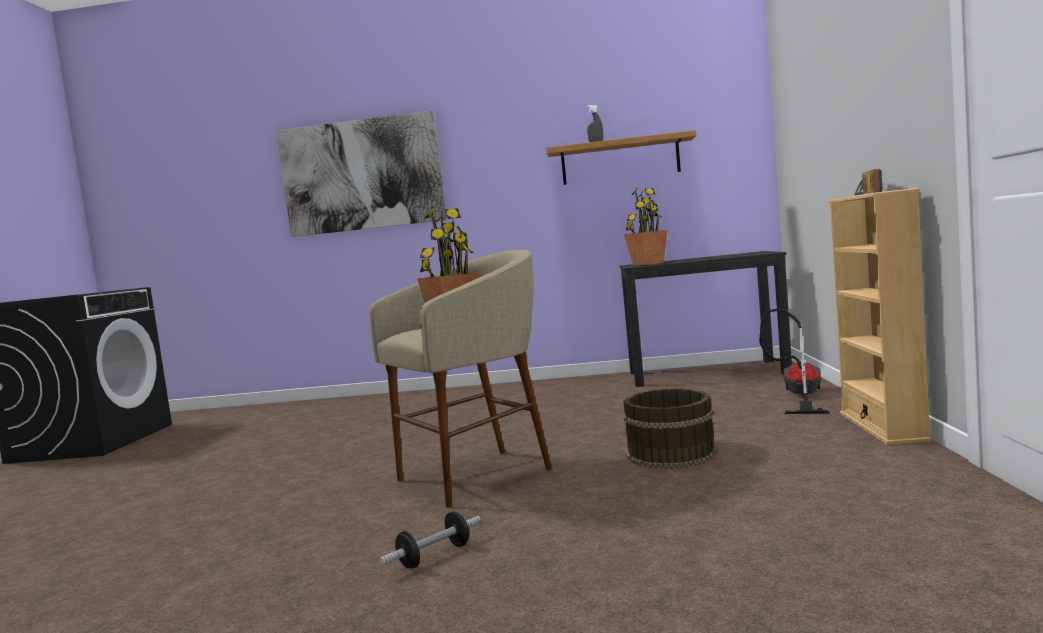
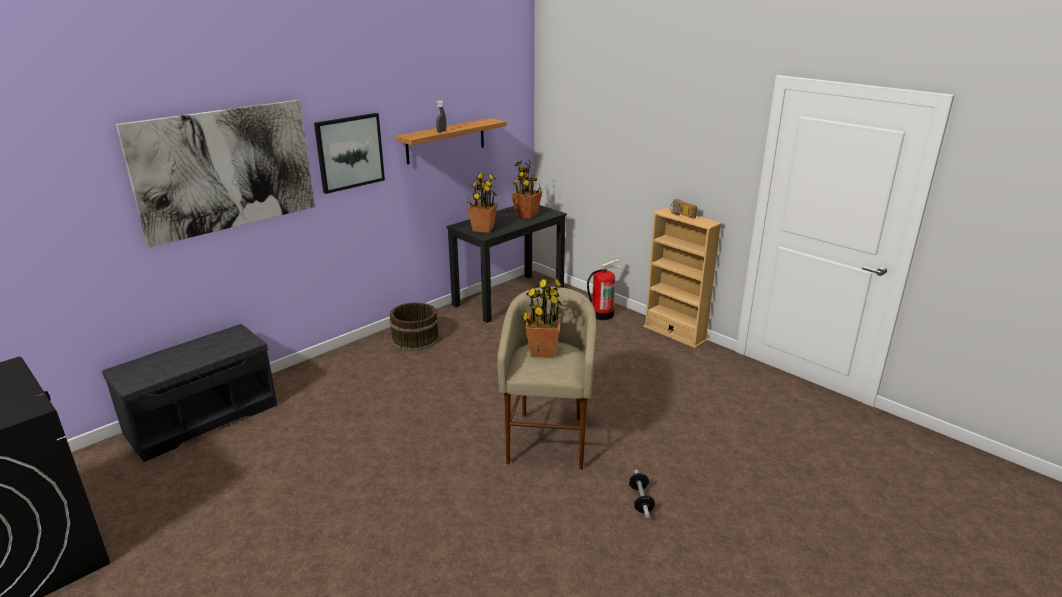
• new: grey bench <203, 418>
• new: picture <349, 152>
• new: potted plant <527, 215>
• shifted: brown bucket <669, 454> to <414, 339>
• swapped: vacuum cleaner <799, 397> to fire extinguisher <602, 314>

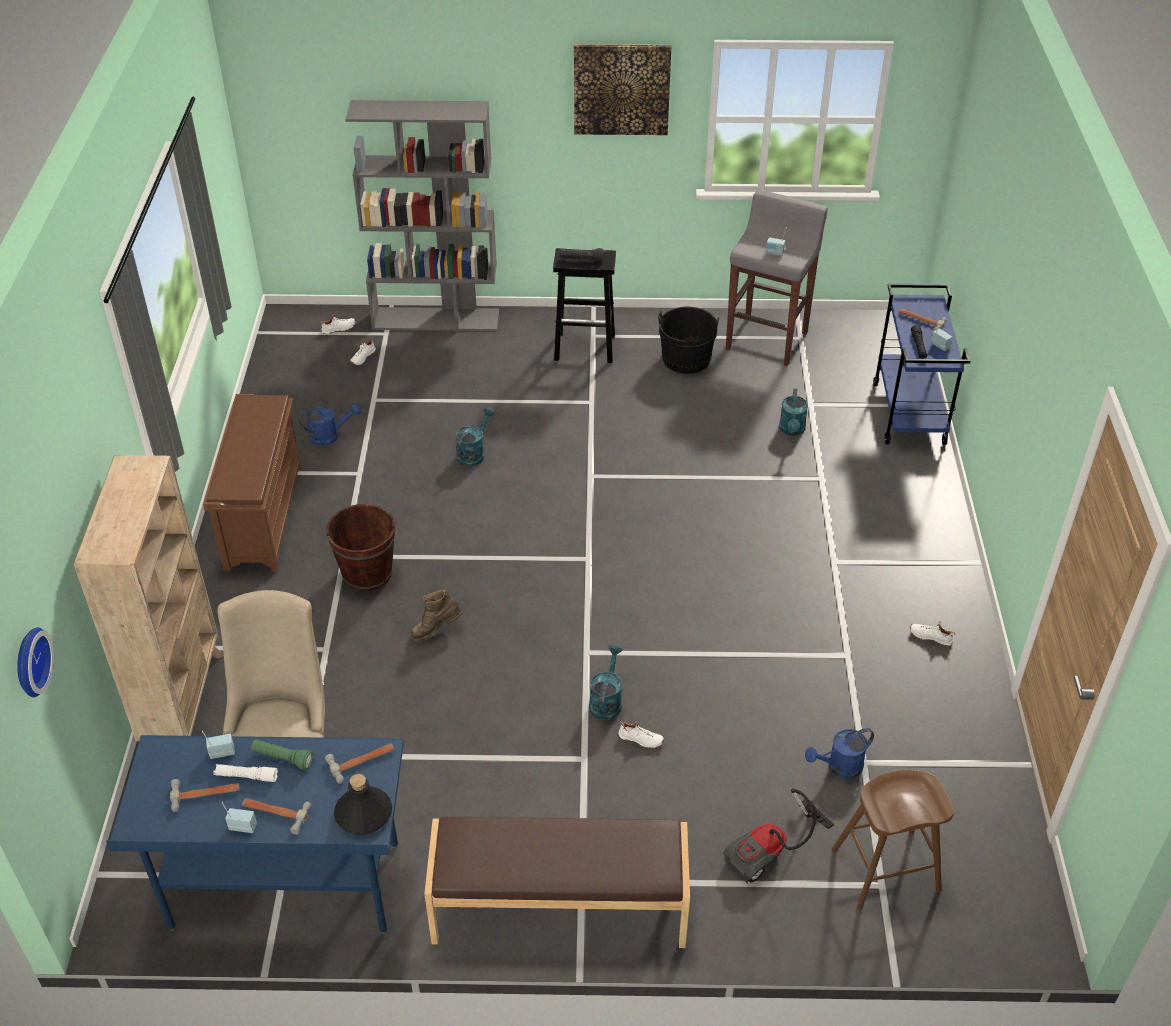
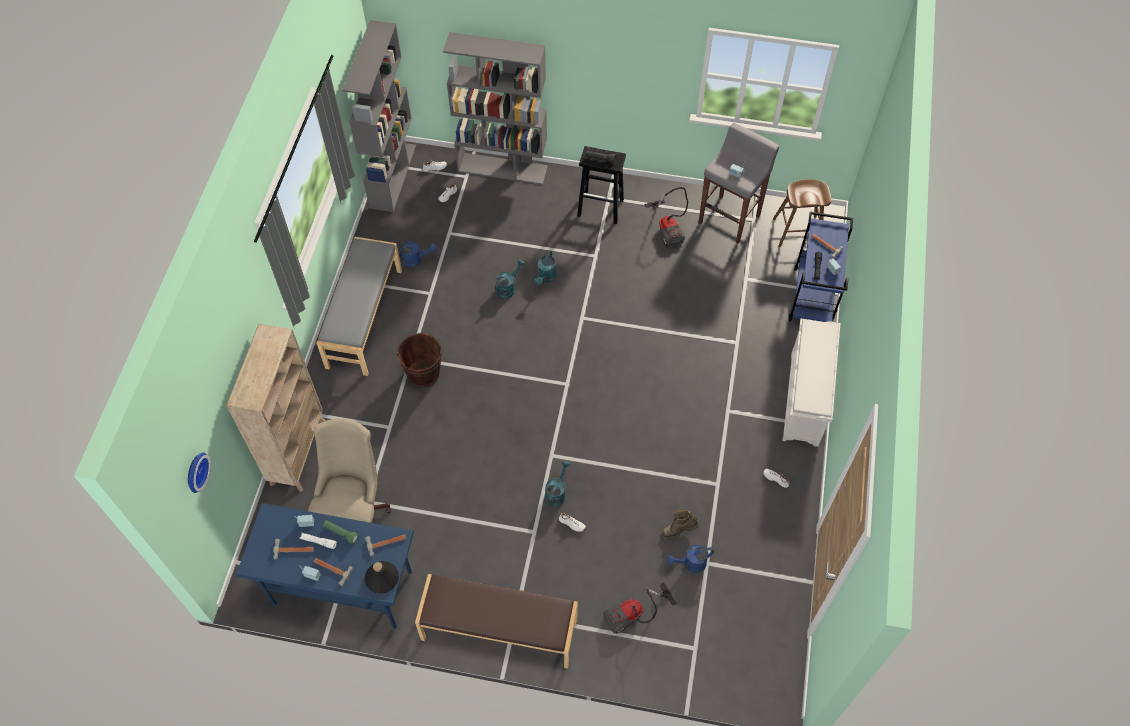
• gone: picture <621, 89>
• new: grey bookcase <392, 176>
• new: white shoe rack <805, 399>
• shifted: brown boot <436, 630> to <678, 530>
• shifted: turquoise watering can <792, 430> to <545, 277>
• shifted: brown stool <885, 870> to <797, 231>
• swapped: brown shoe rack <263, 515> to grey bench <364, 318>
• swapped: black bucket <686, 359> to vacuum cleaner <668, 228>

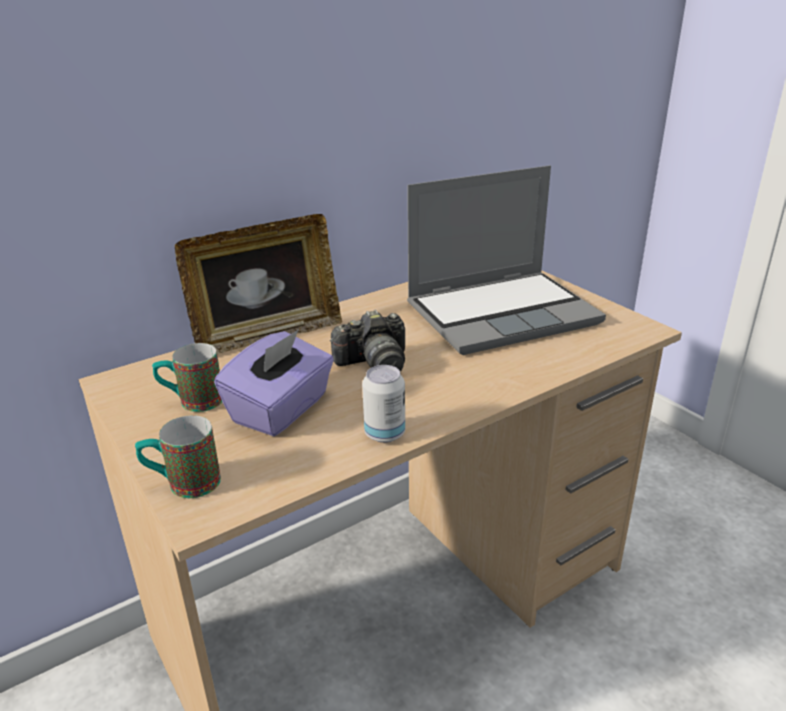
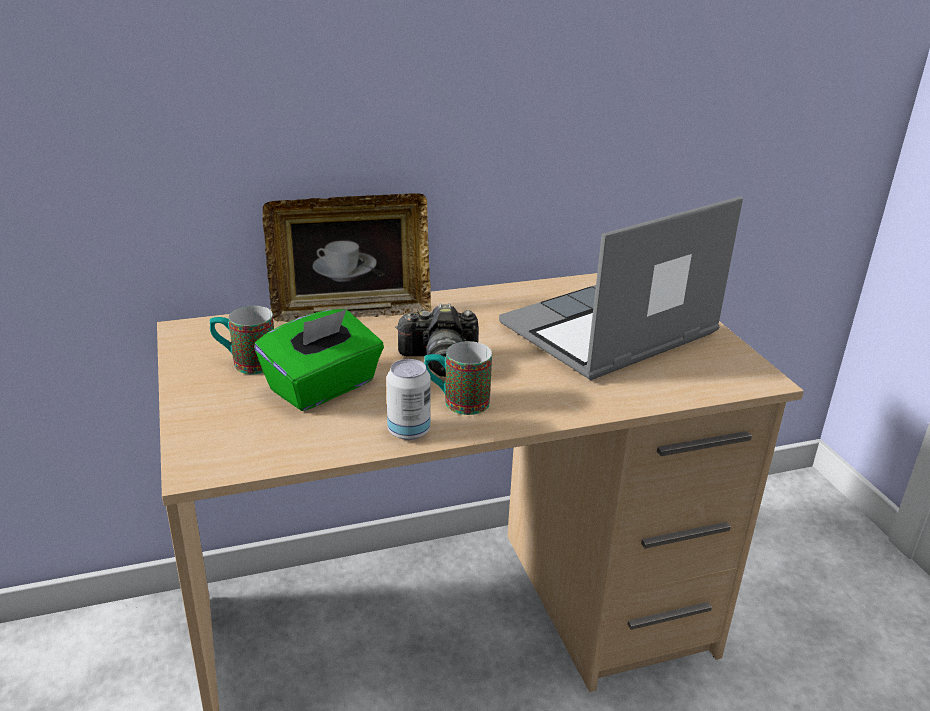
• shifted: mug <183, 484> to <456, 402>
• repainted: purple tissue box <281, 409> to green tissue box <323, 387>
• rotated: laptop <503, 313> = <609, 332> 150 degrees clockwise

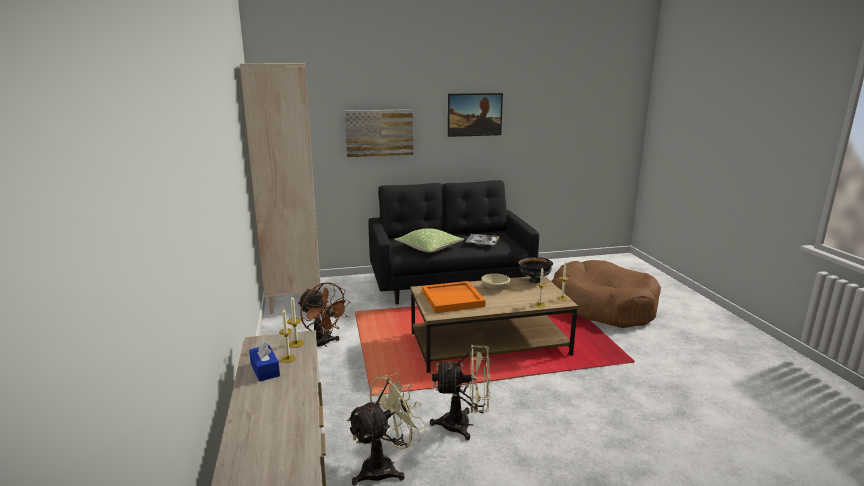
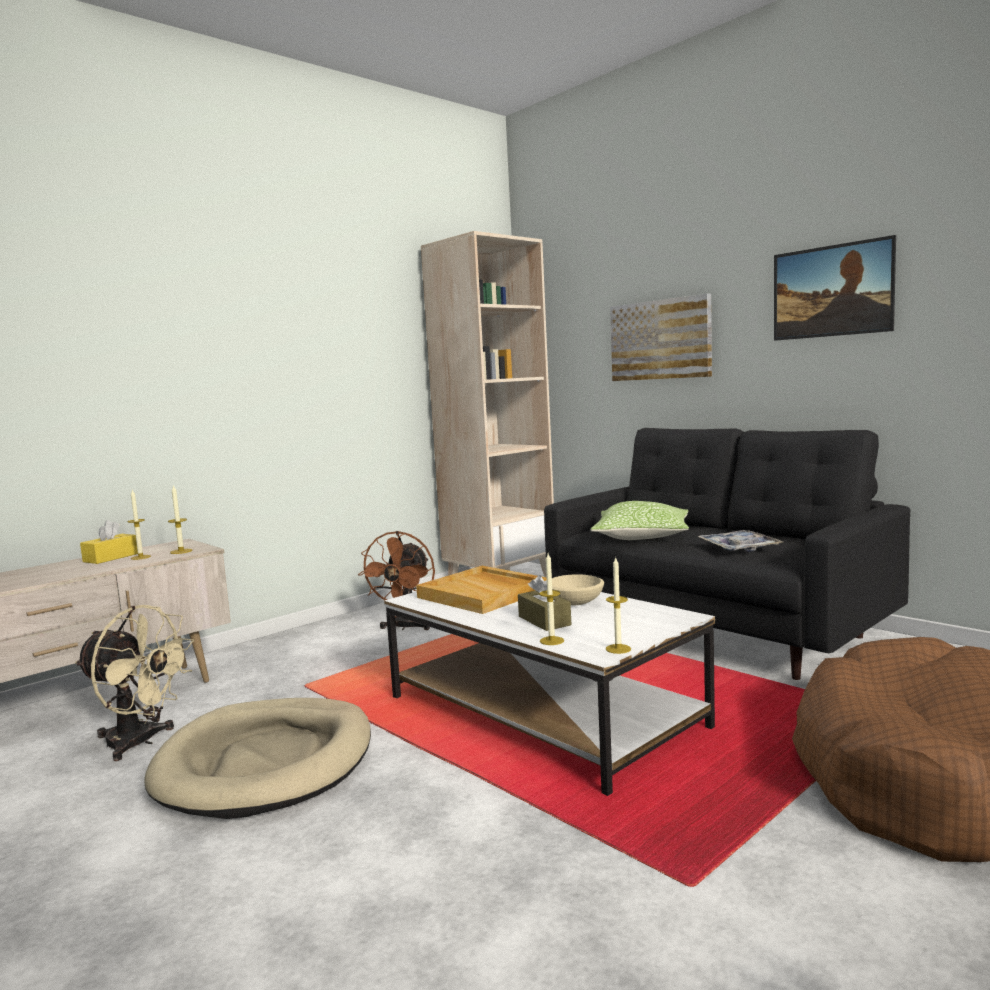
• gone: black bowl <534, 280>
• new: brown tissue box <544, 621>
• swapped: beige fan <464, 425> to beige dog bed <267, 762>
• repainted: blue tissue box <265, 369> to yellow tissue box <111, 558>
• repainted: brown coffee table <490, 344> to white coffee table <544, 713>
• repainted: orange tray <453, 299> to beige tray <484, 594>

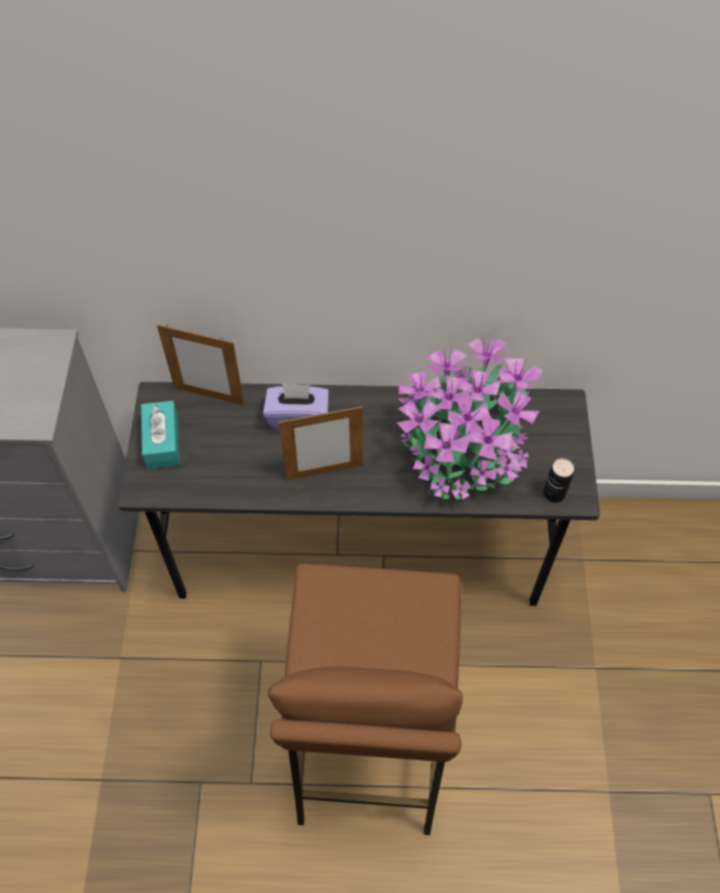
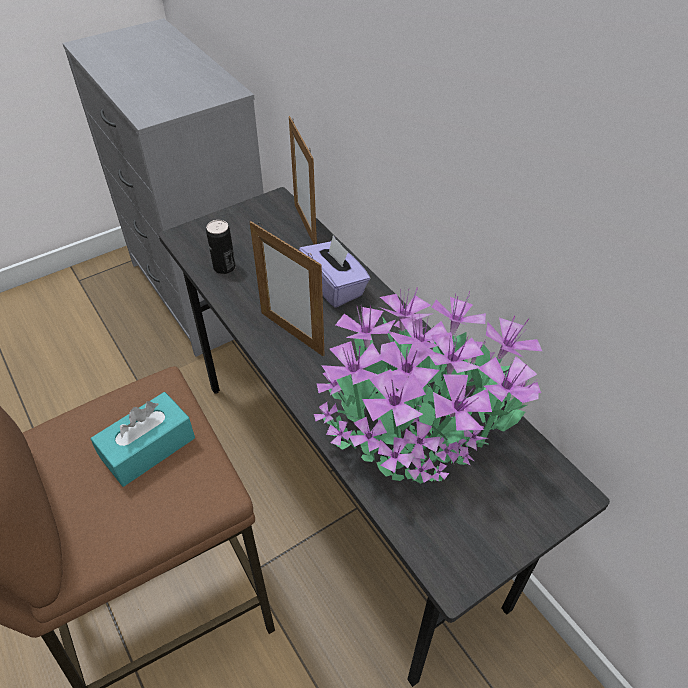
• shifted: turquoise tissue box <162, 441> to <148, 448>
• shifted: can <554, 493> to <224, 267>

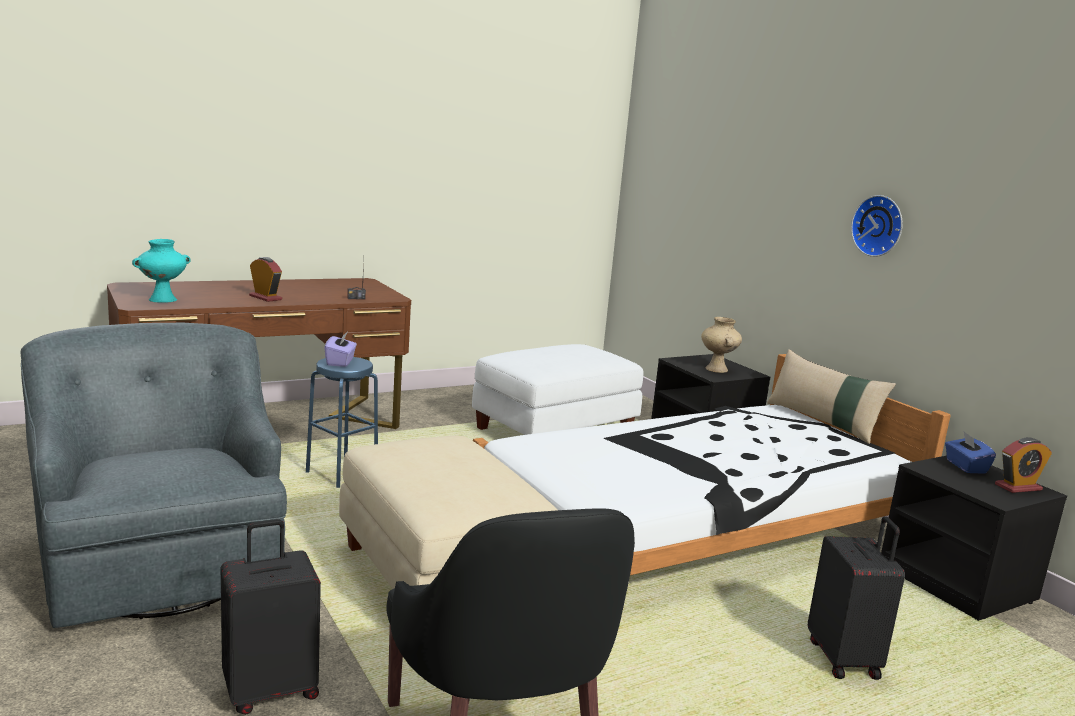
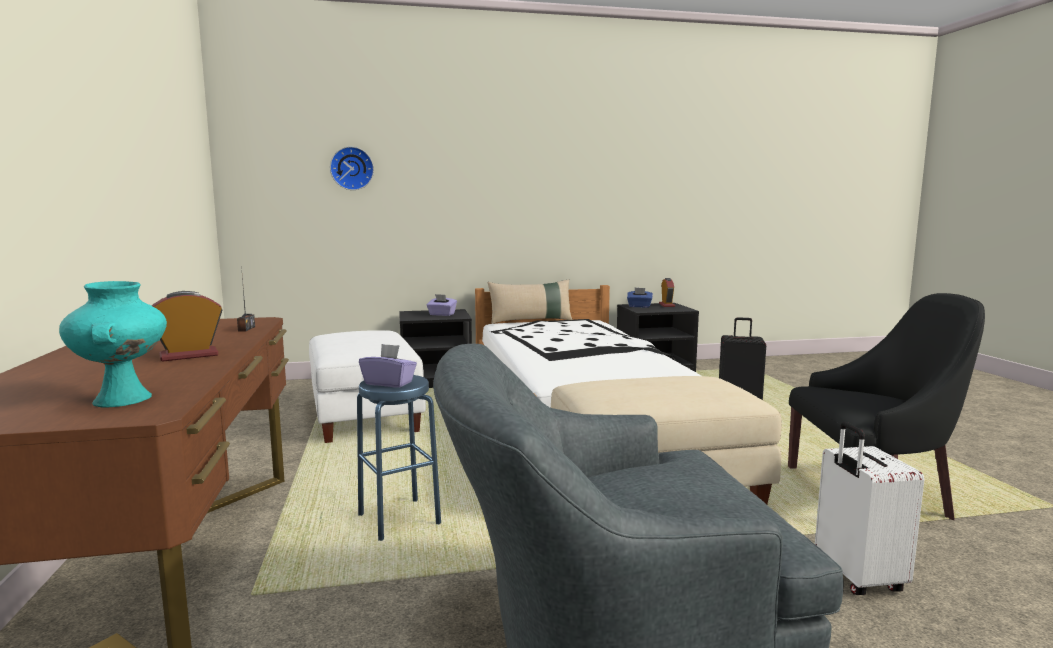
• shifted: wall clock <879, 226> to <352, 168>
• swapped: beige vase <717, 369> to purple tissue box <441, 314>
• repainted: black suitcase <271, 690> to white suitcase <856, 577>

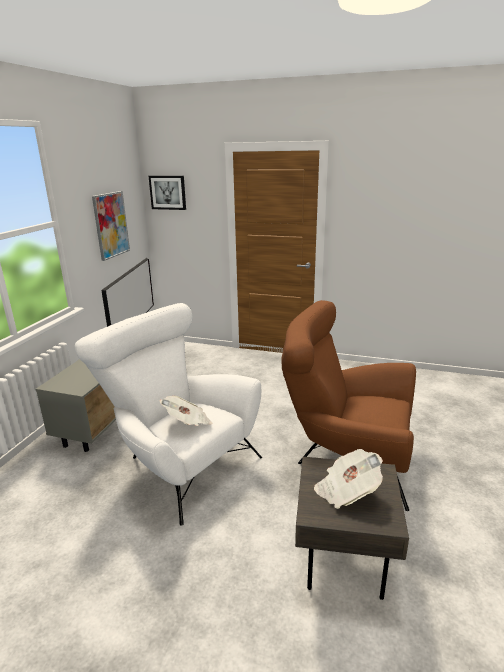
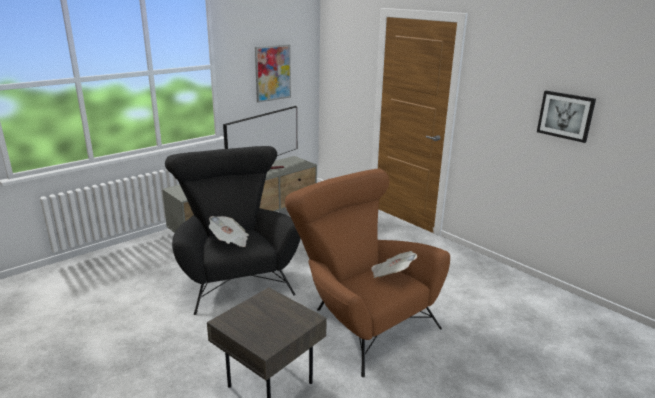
• shifted: picture <168, 192> to <565, 115>
• shifted: newspaper <346, 491> to <391, 274>
• repainted: white armchair <179, 462> to black armchair <234, 276>

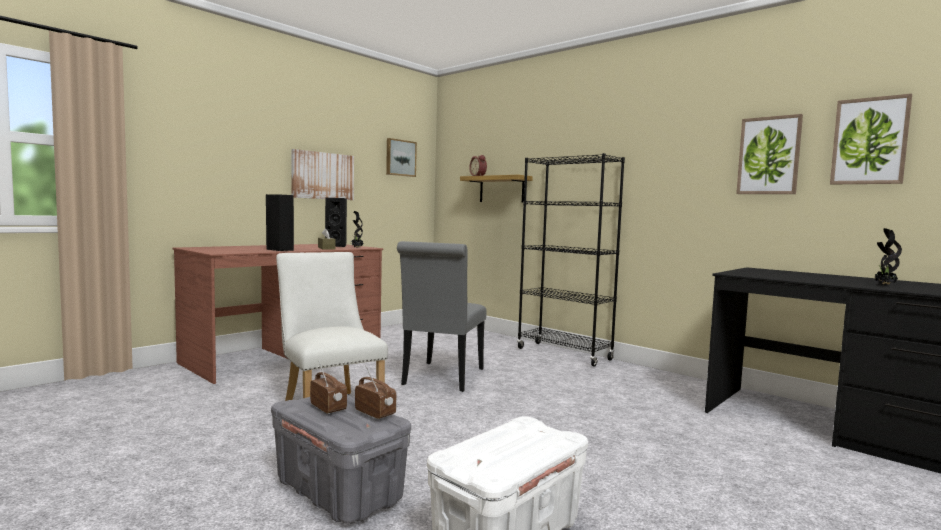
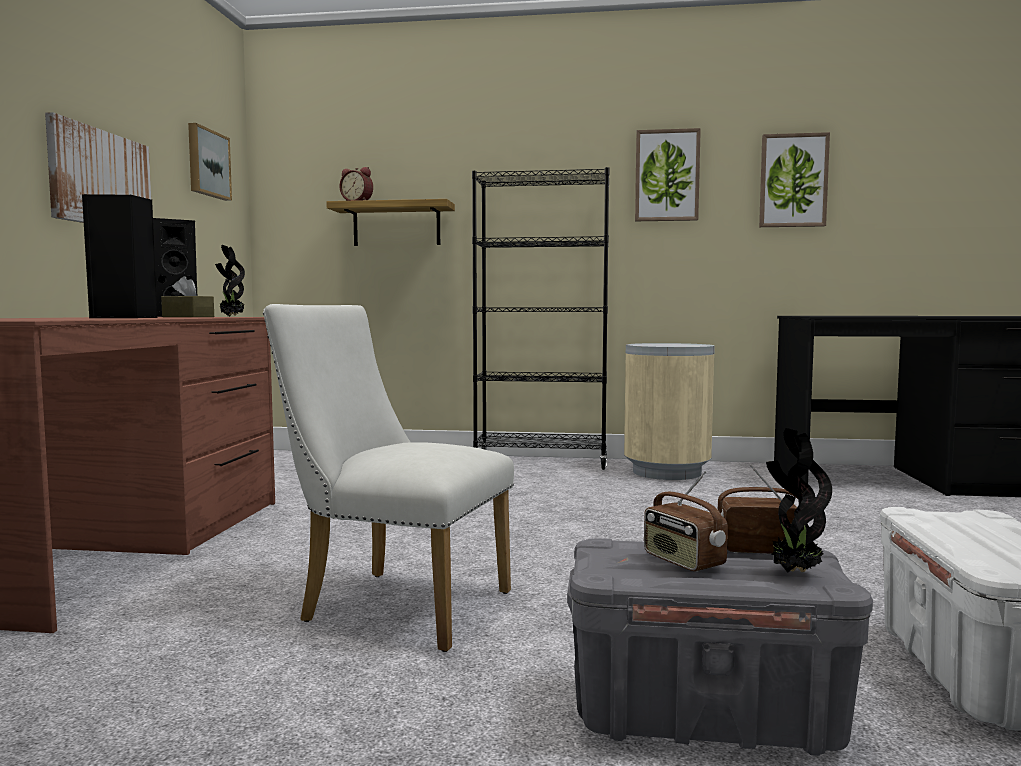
• gone: grey chair <442, 378>
• new: beige trash can <667, 472>
• shifted: picture <869, 141> to <667, 176>
• shifted: potted plant <884, 285> to <793, 572>
• rotated: radio <329, 407> = <682, 561> 135 degrees counterclockwise

